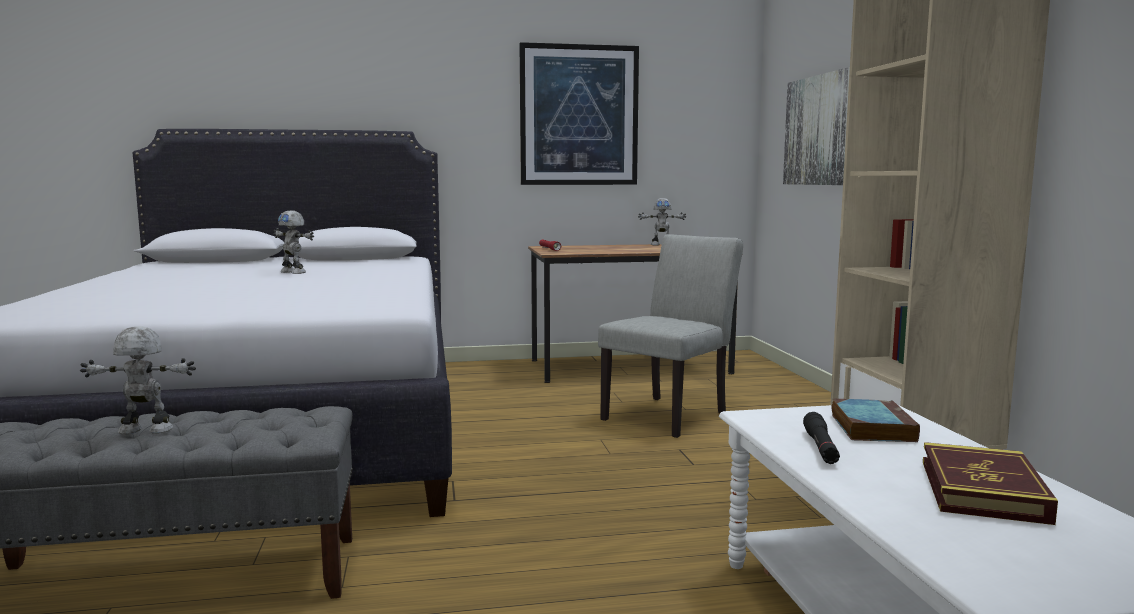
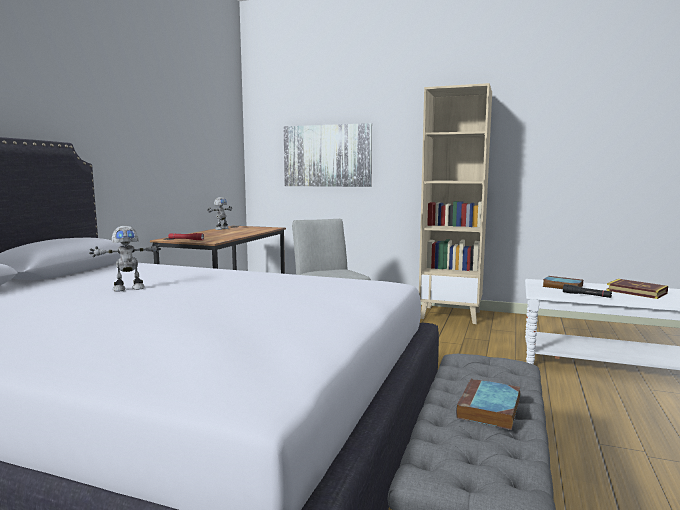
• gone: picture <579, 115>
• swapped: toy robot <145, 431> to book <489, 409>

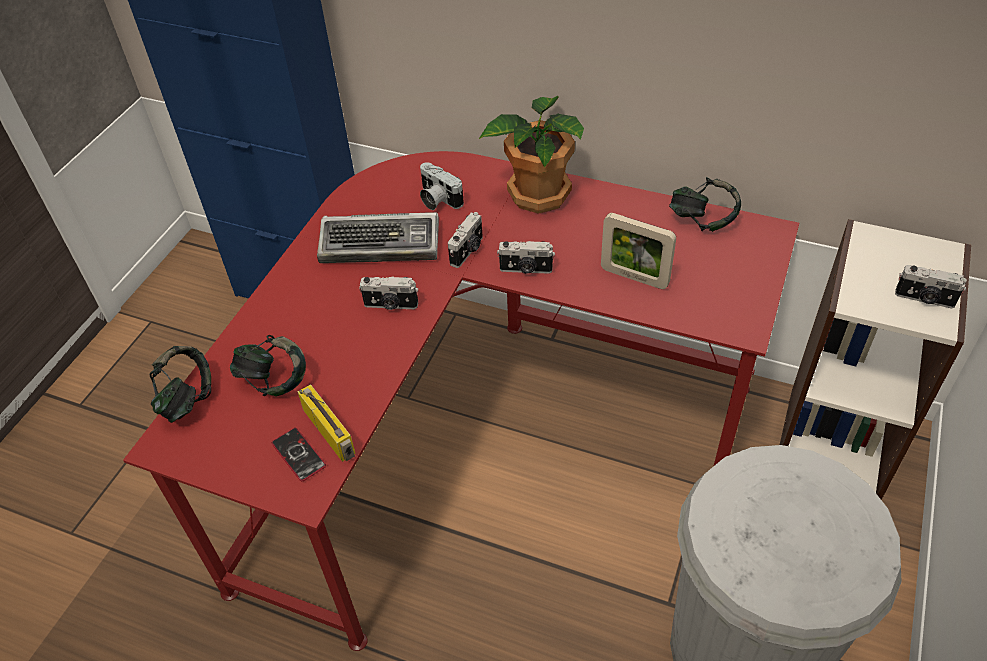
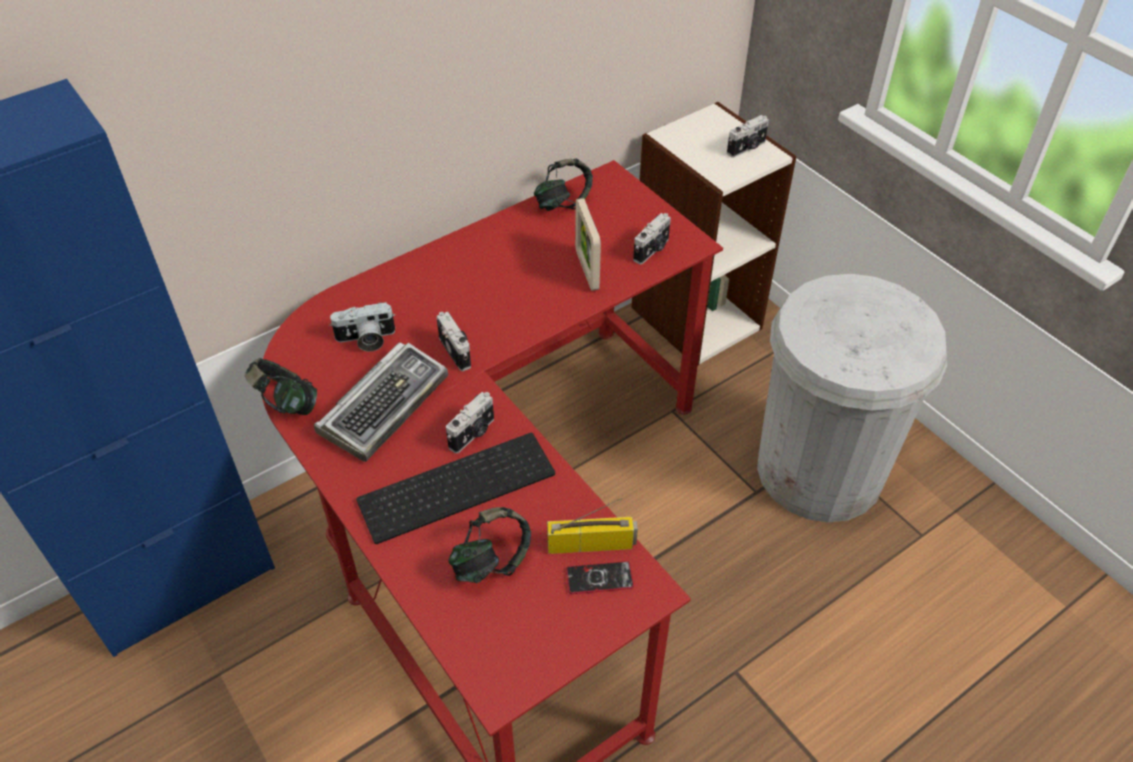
• gone: potted plant <537, 194>
• new: keyboard <457, 484>
• shifted: headphones <187, 399> to <286, 403>
• shifted: photo camera <526, 269> to <652, 250>
• rotated: picture frame <634, 277> = <587, 270> 105 degrees clockwise

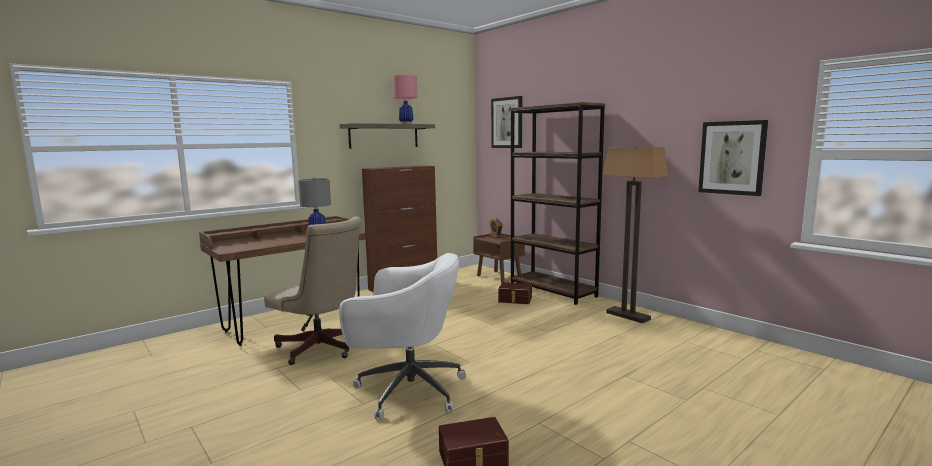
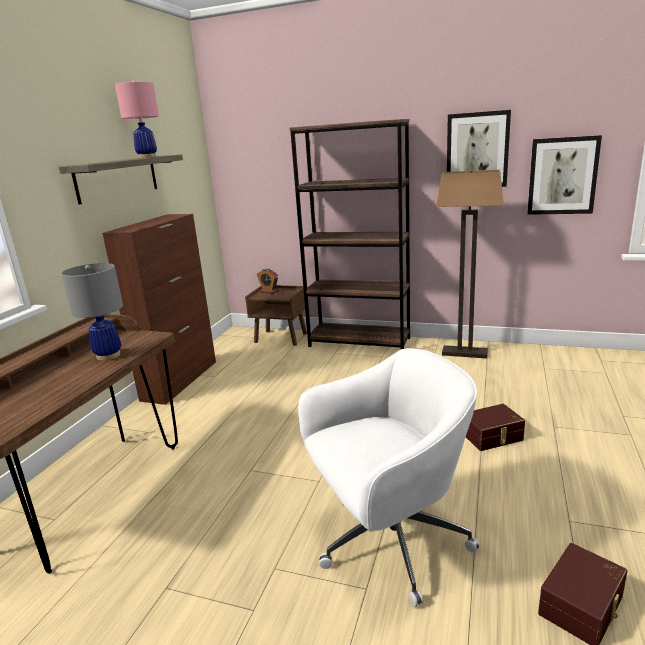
• gone: beige office chair <322, 349>
• shifted: picture <507, 122> to <477, 150>
• shifted: brown storage box <515, 300> to <492, 437>

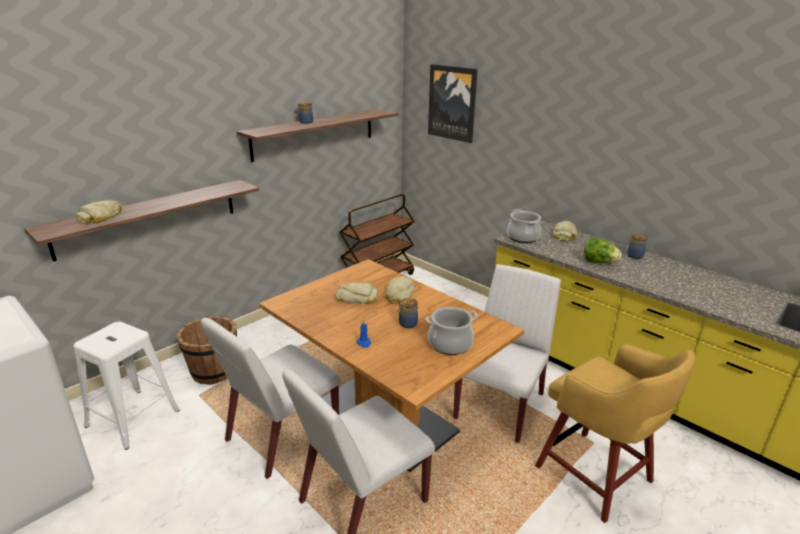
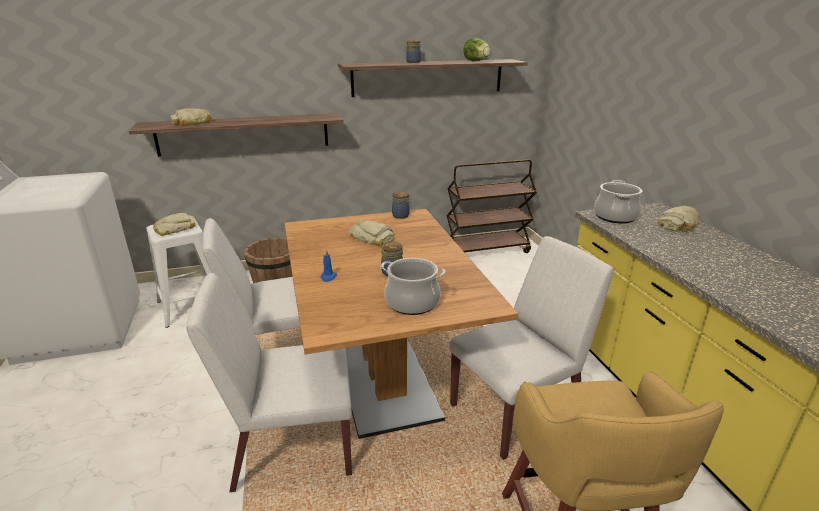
• gone: picture <452, 103>
• shifted: bread <399, 295> to <175, 229>
• shifted: lettuce <599, 262> to <477, 61>
• shifted: jar <635, 256> to <401, 216>

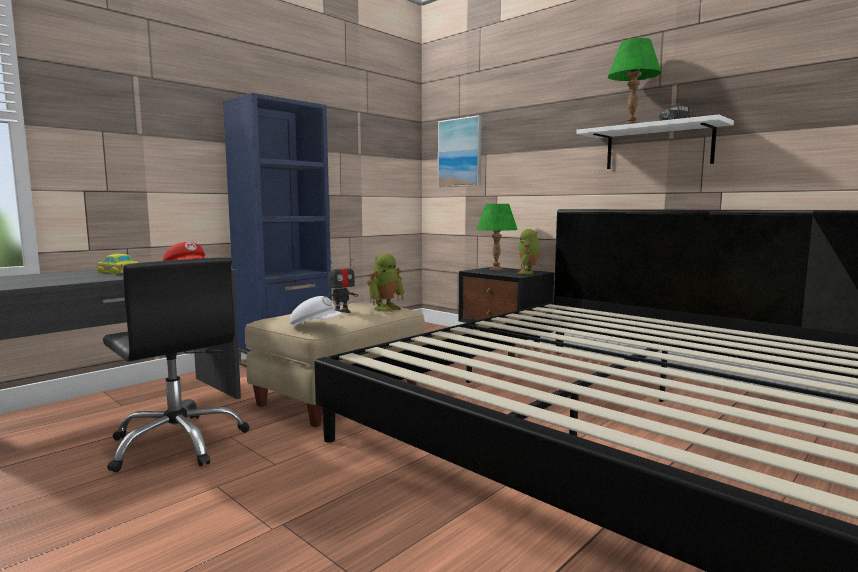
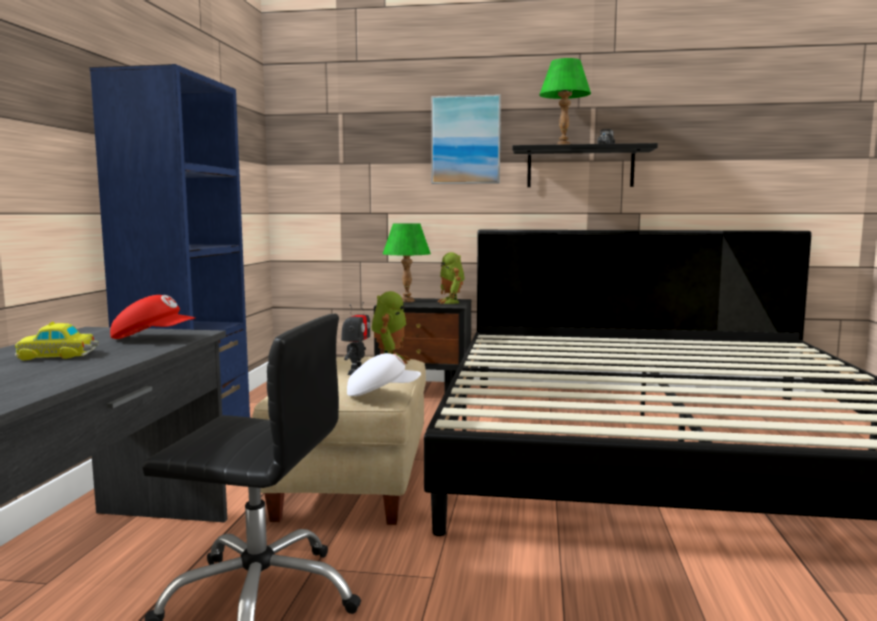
• shifted: picture <460, 153> to <466, 140>
• repainted: white shelf <658, 147> to black shelf <580, 167>

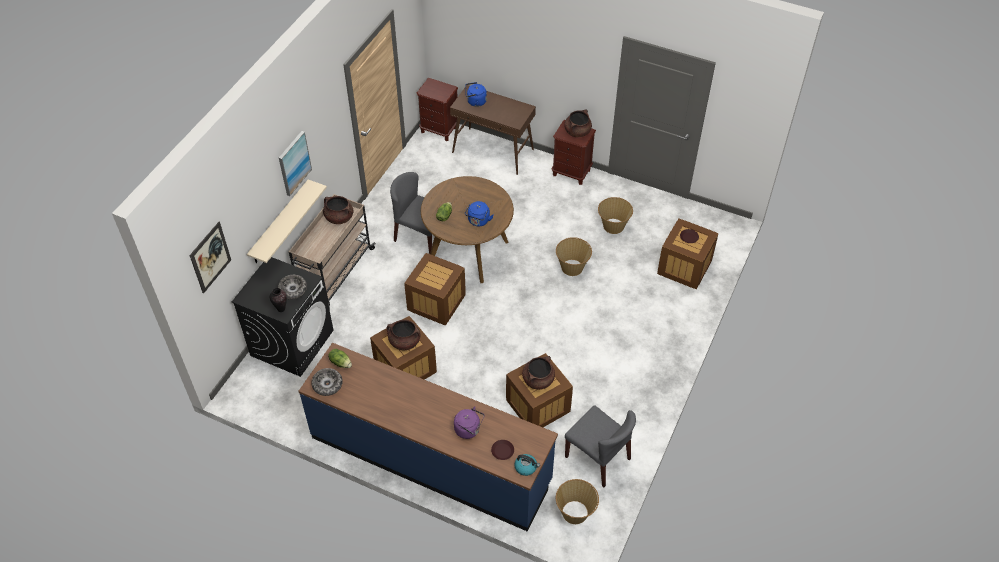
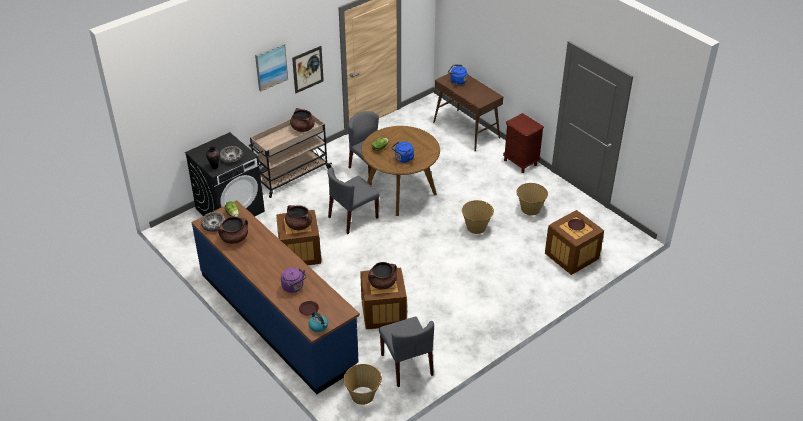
• gone: beige shelf <280, 223>
• gone: brown nightstand <439, 130>
• shifted: picture <210, 257> to <308, 69>
• shifted: brown cooking pot <577, 132> to <234, 238>
• swapped: crate <436, 302> to grey chair <353, 217>

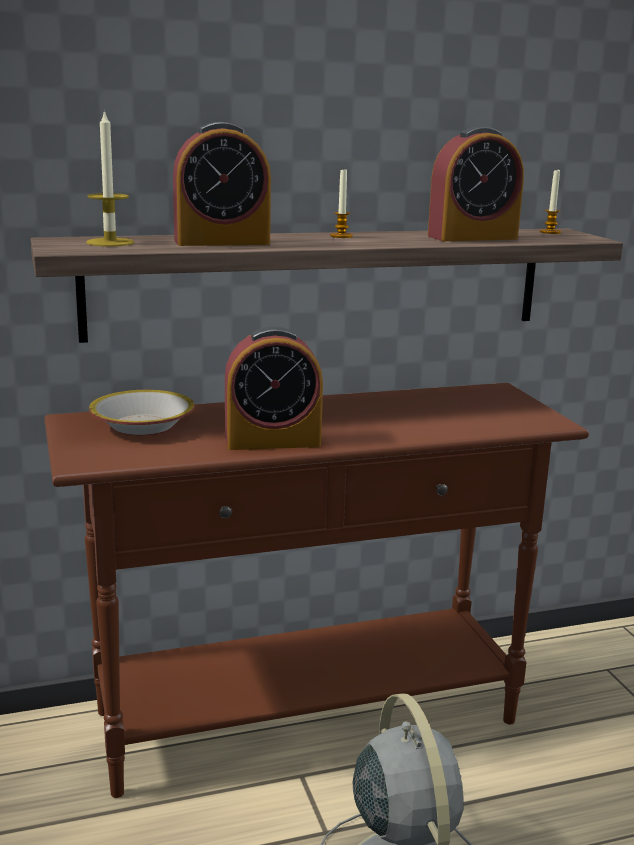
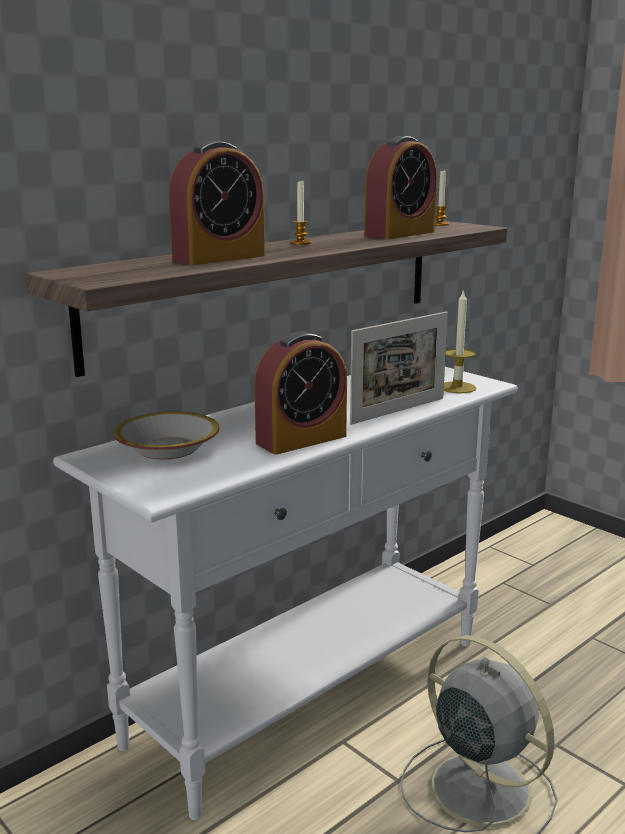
• new: picture frame <398, 411>
• shifted: candle <110, 242> to <457, 387>
• repainted: brown console table <309, 718> to white console table <312, 691>

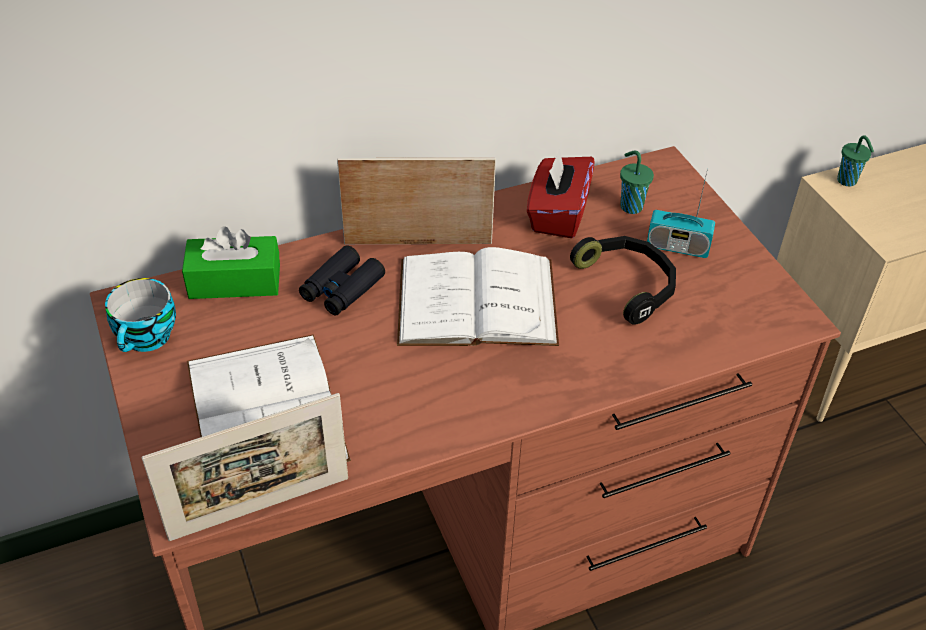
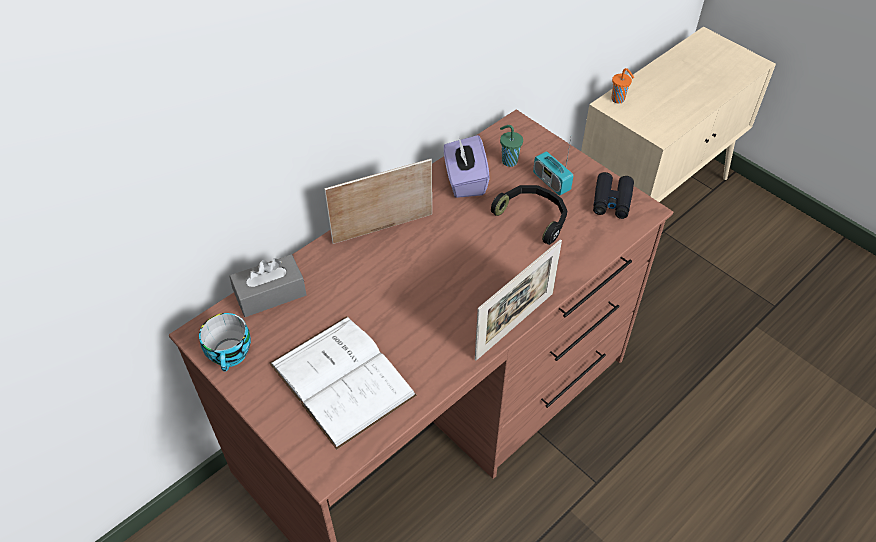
• gone: white book <477, 301>
• shifted: picture frame <260, 508> to <514, 325>
• shifted: black binoculars <342, 289> to <612, 201>
• repainted: green tissue box <235, 281> to grey tissue box <270, 294>
• repainted: red tissue box <557, 214> to purple tissue box <465, 180>
• repainted: green cup <847, 181> to orange cup <618, 100>
• rotated: radio <677, 247> = <551, 182> 60 degrees clockwise

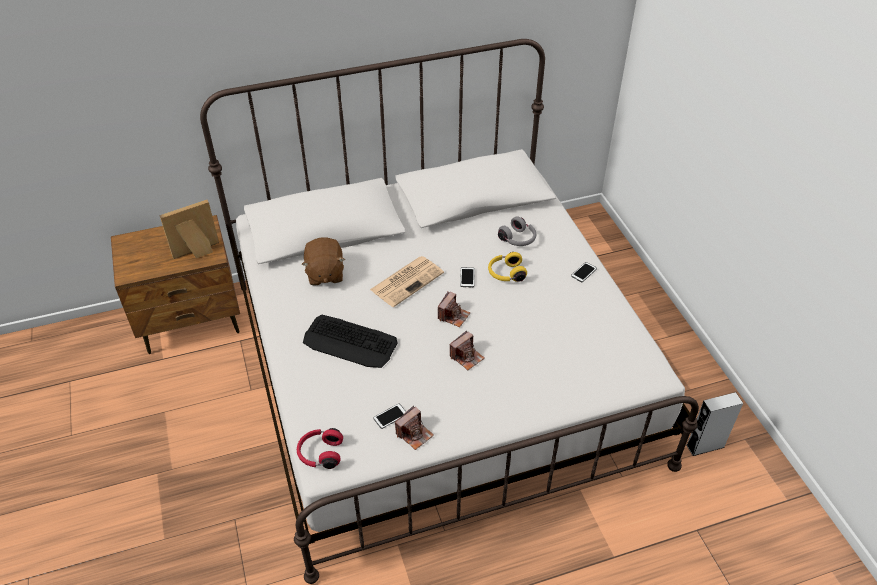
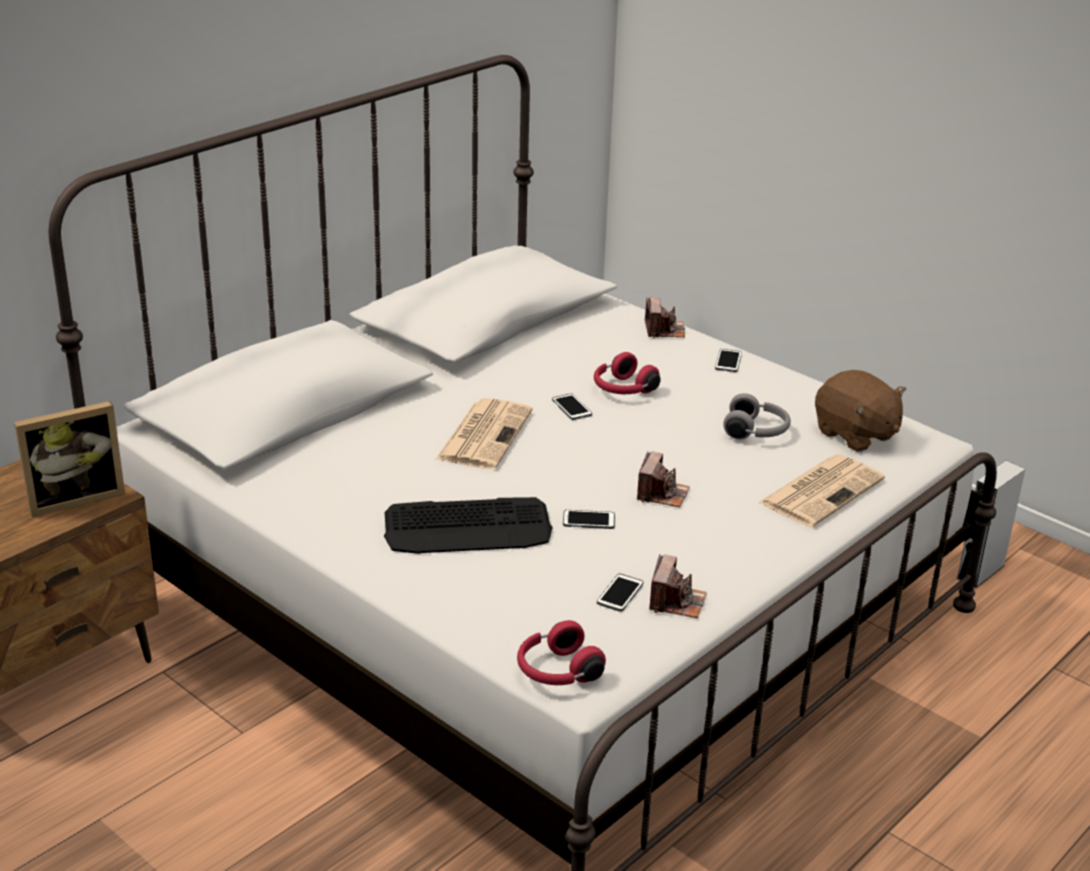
• new: phone <588, 520>
• new: newspaper <822, 490>
• shifted: brown plush toy <324, 273> to <855, 434>
• shifted: photo camera <453, 316> to <664, 330>
• shifted: grey headphones <518, 239> to <756, 431>
• repainted: yellow headphones <506, 274> to red headphones <623, 389>
• rotated: picture frame <197, 252> = <75, 498> 150 degrees counterclockwise

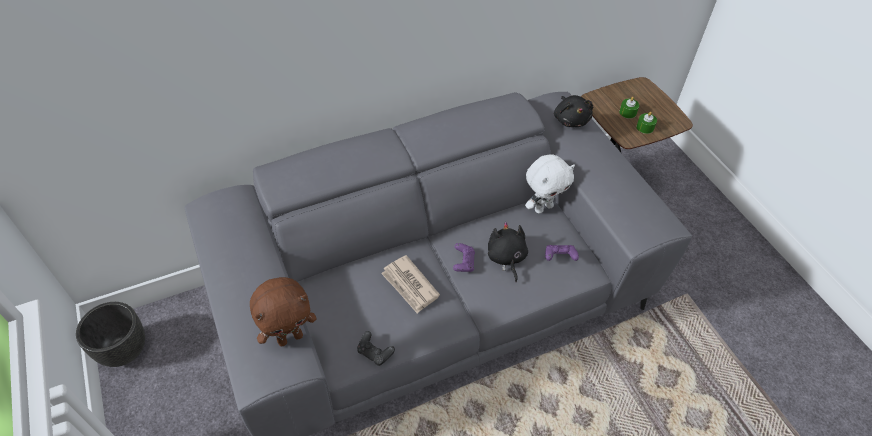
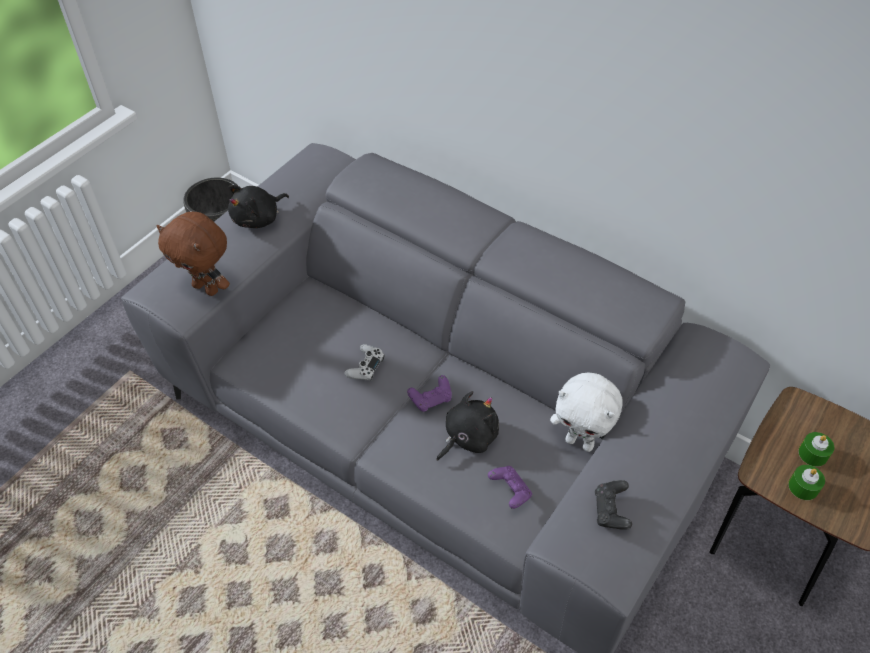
• shifted: black game controller <375, 353> to <611, 511>
• shifted: black plush toy <571, 119> to <258, 218>
• swapped: newspaper <410, 286> to white game controller <365, 366>

